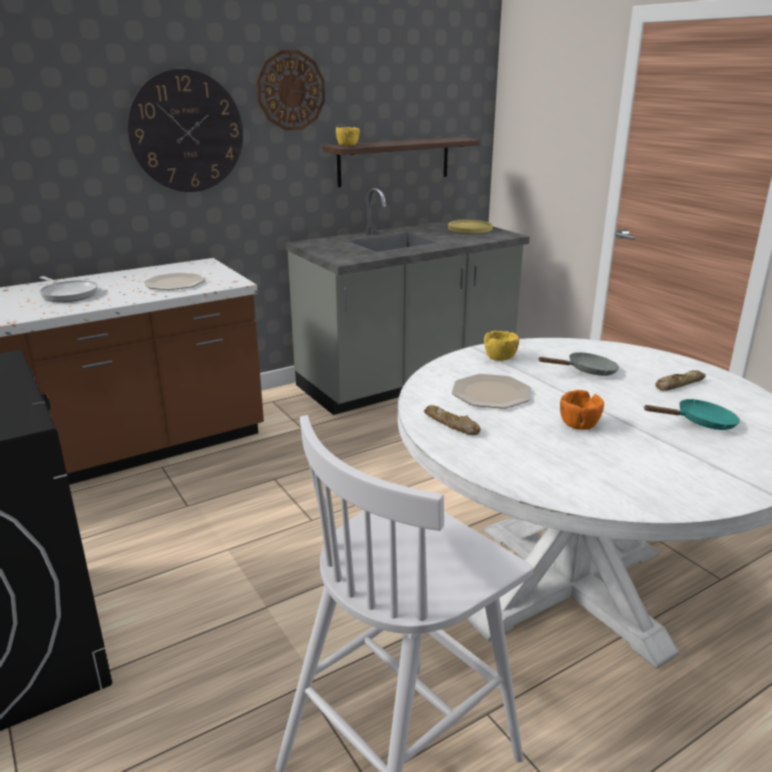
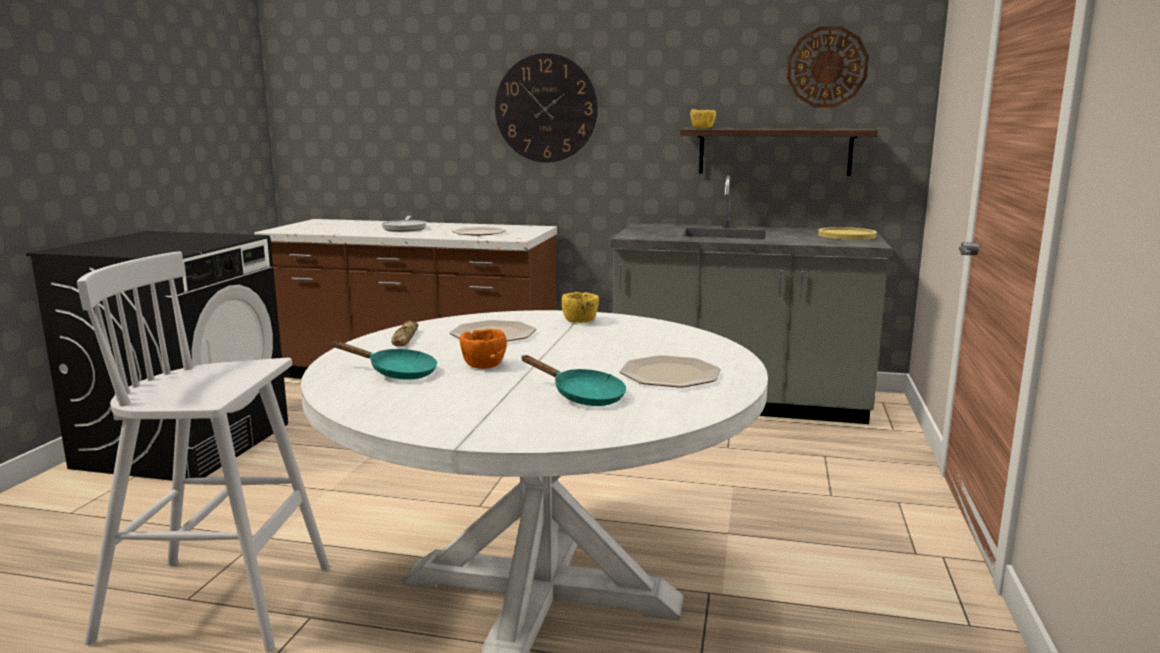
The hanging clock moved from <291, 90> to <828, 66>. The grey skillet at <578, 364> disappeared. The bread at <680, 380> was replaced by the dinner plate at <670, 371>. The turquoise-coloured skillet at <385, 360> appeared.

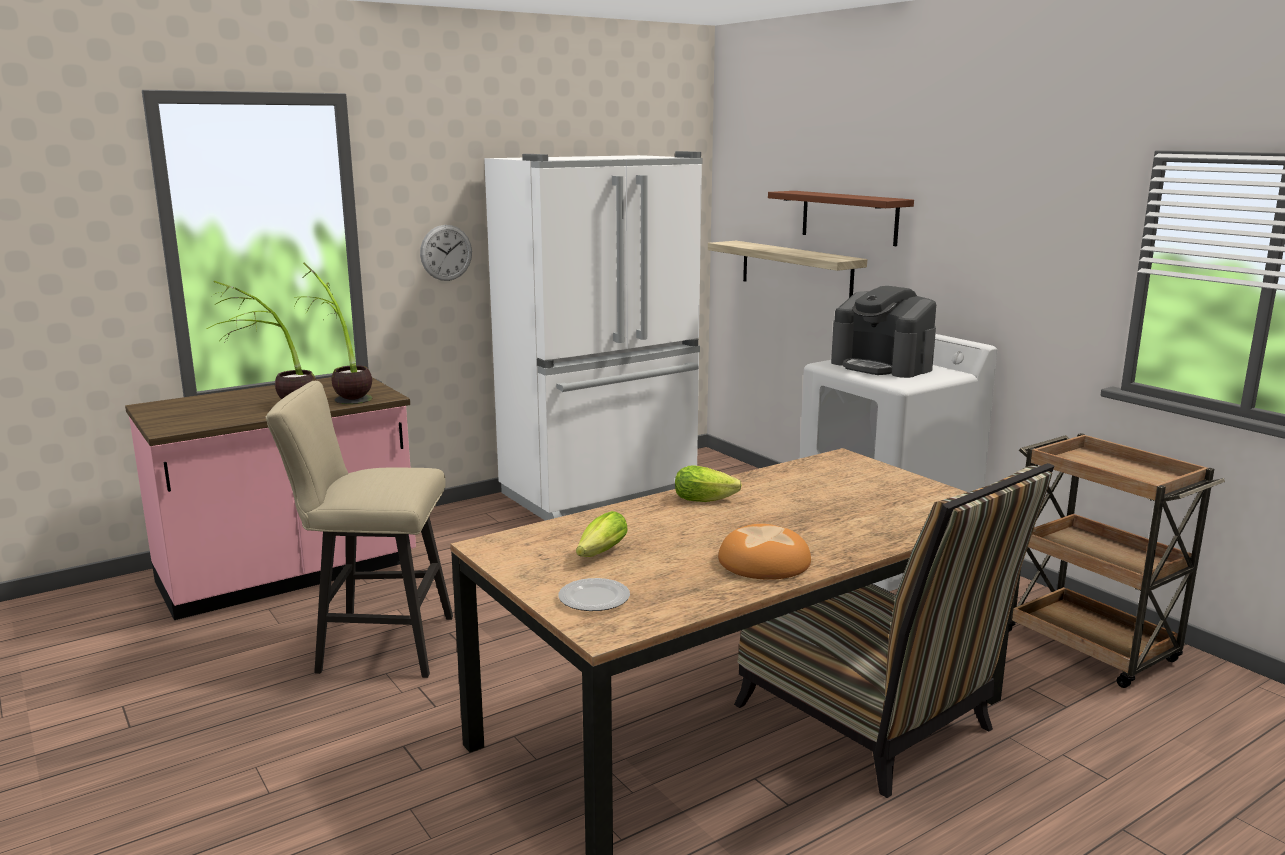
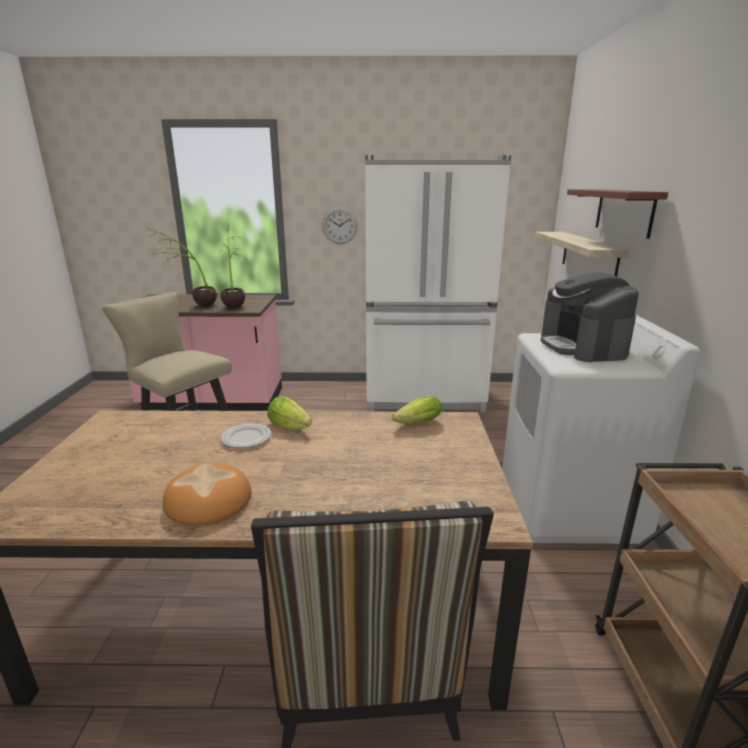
The dinner plate moved from <594, 594> to <246, 436>. The lettuce head moved from <602, 534> to <417, 410>.

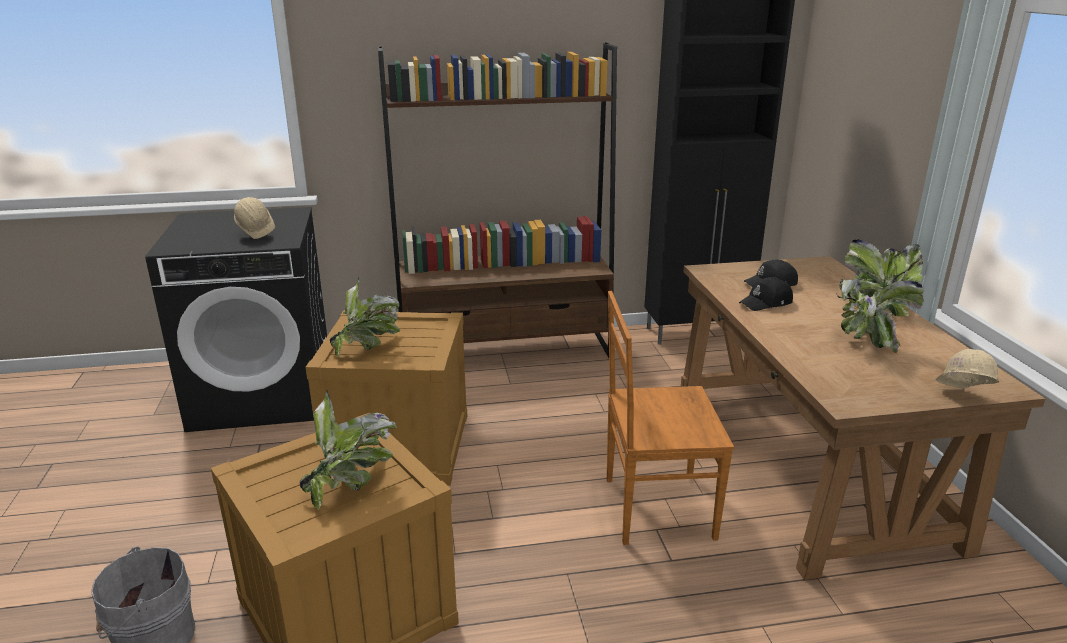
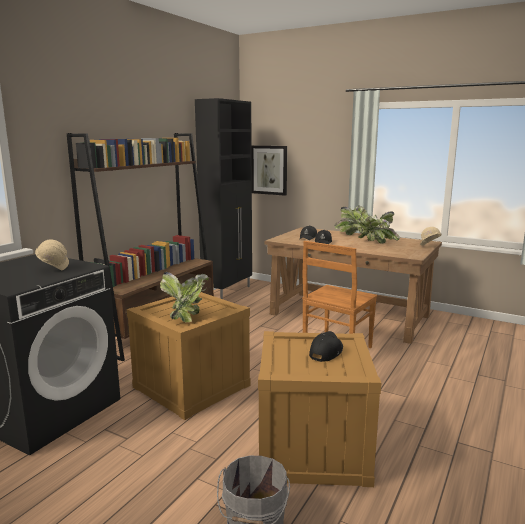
The houseplant at <348, 449> was replaced by the black-coloured baseball cap at <326, 346>. The picture at <269, 171> appeared.

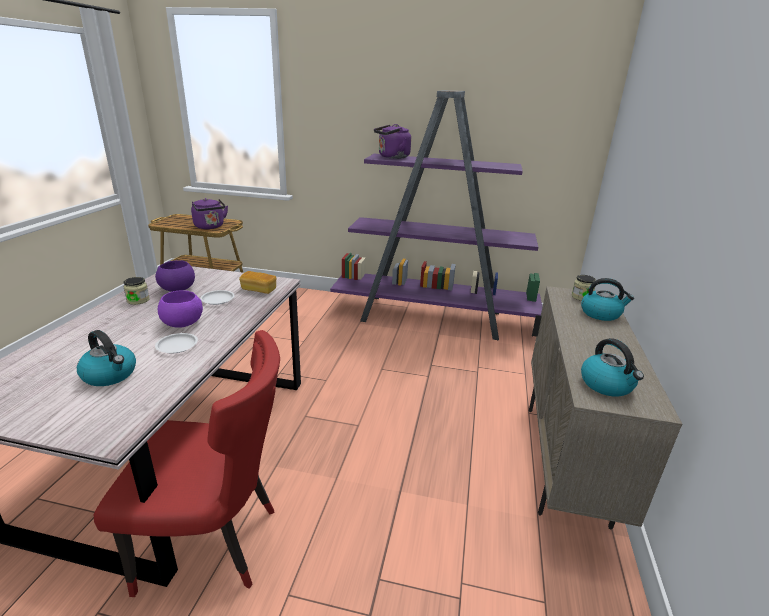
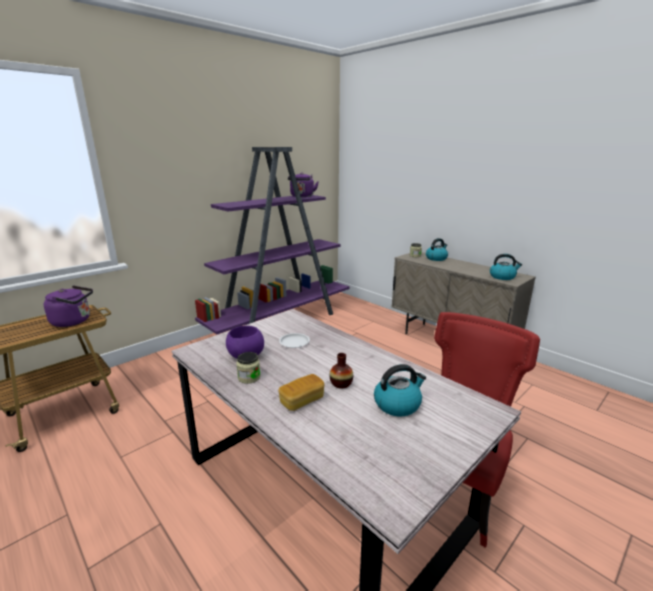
The whitish dinner plate at <176, 343> disappeared. The purple-coloured bowl at <180, 309> disappeared. The bread moved from <257, 282> to <301, 392>. The purple-coloured tea kettle moved from <392, 141> to <303, 184>. The decorative vase at <341, 371> appeared.

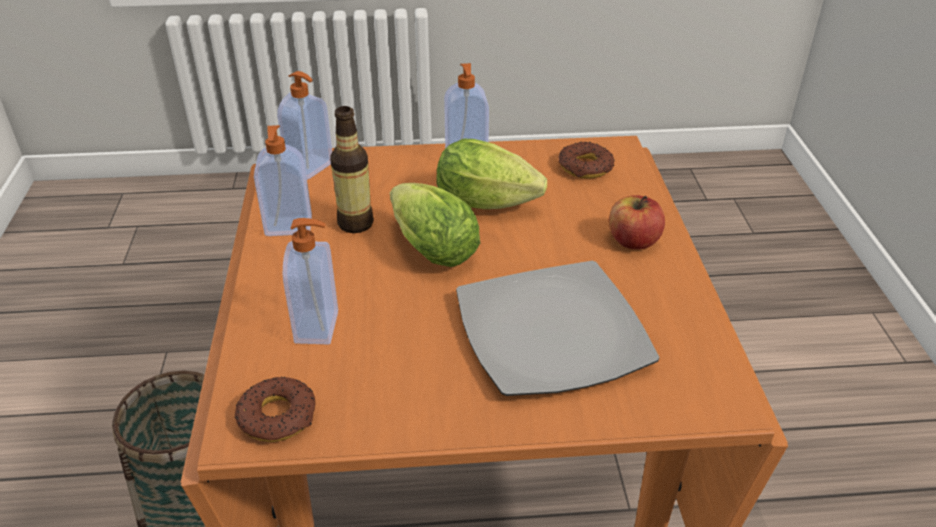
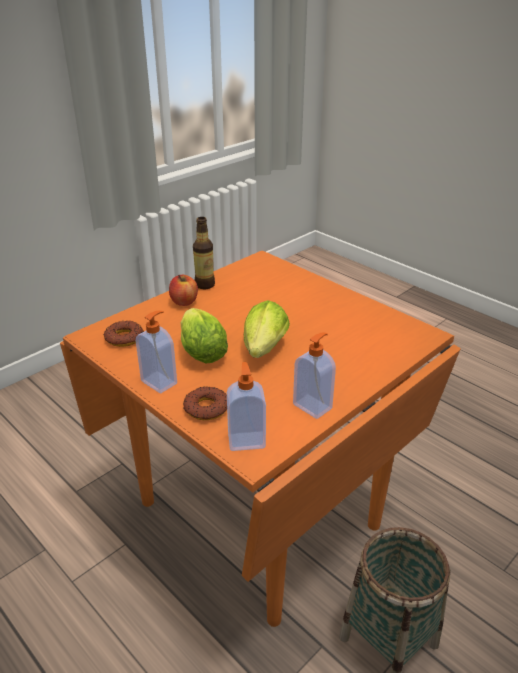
The doughnut moved from <275, 409> to <205, 403>. The soap dispenser at <310, 281> disappeared. The beverage bottle moved from <352, 169> to <204, 253>. The dinner plate at <557, 328> disappeared.

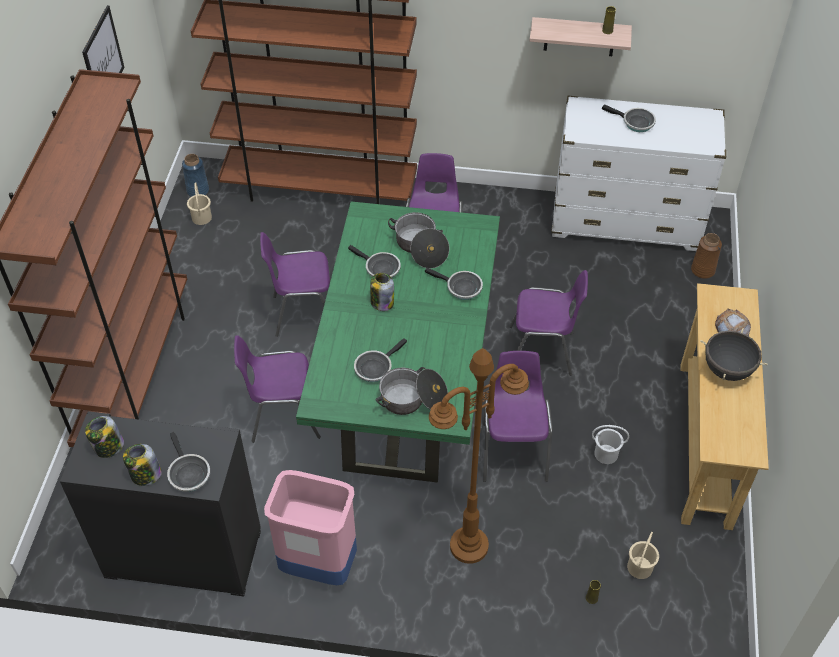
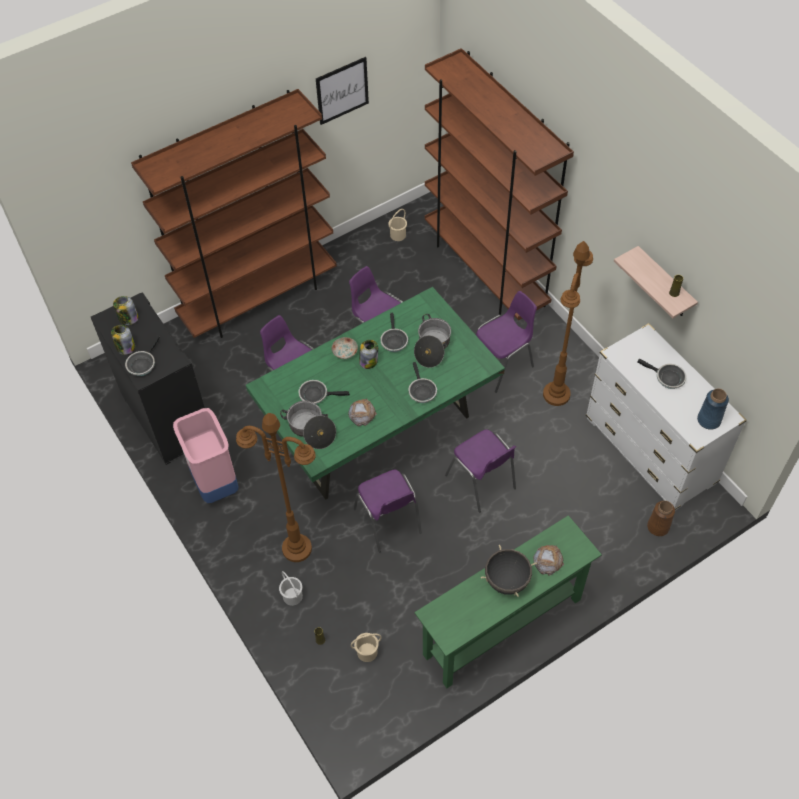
The blue-coloured decorative vase moved from <195, 175> to <713, 409>. The purple-coloured upright chair at <518, 416> turned 105 degrees clockwise. The whitish pail moved from <610, 444> to <291, 588>. The skillet at <629, 118> turned 45 degrees counterclockwise. The beige-coloured narrow table at <724, 406> became the greenish narrow table at <508, 601>. The dinner plate at <345, 348> appeared. The bread at <362, 412> appeared. The brownish standard lamp at <568, 323> appeared.

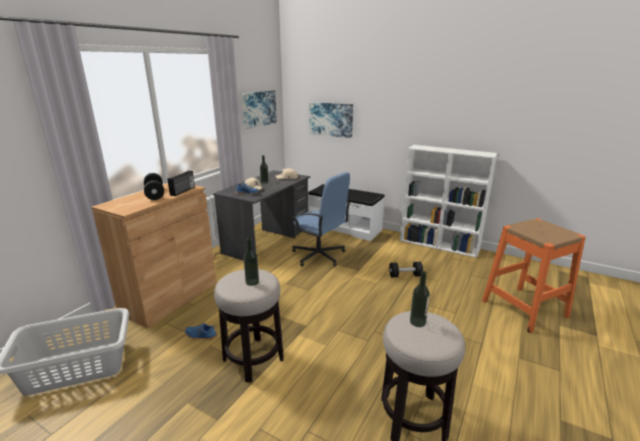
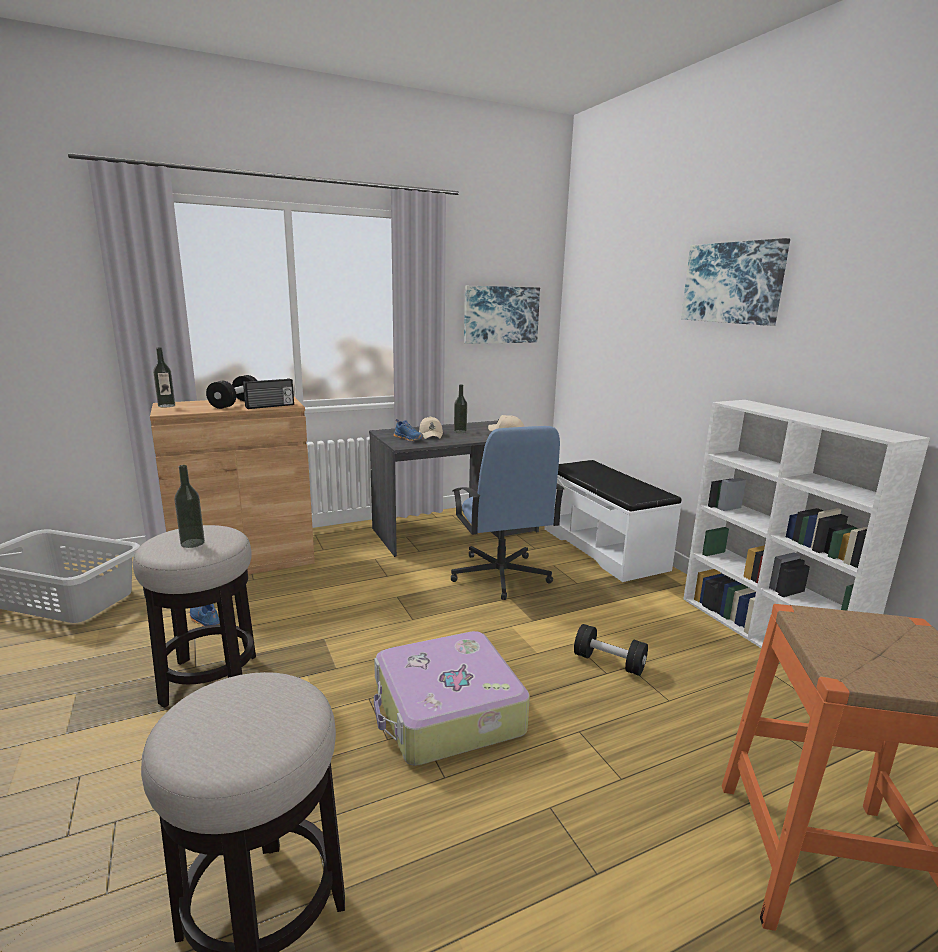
The picture moved from <331, 120> to <735, 282>. The beverage bottle moved from <420, 299> to <164, 377>. The piece of luggage at <452, 698> appeared.

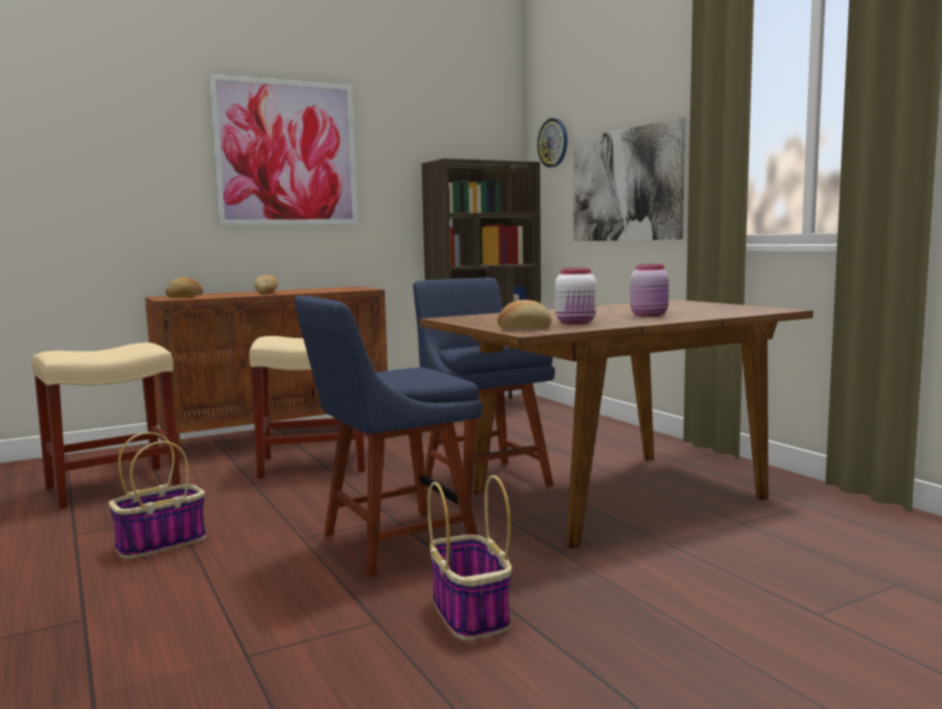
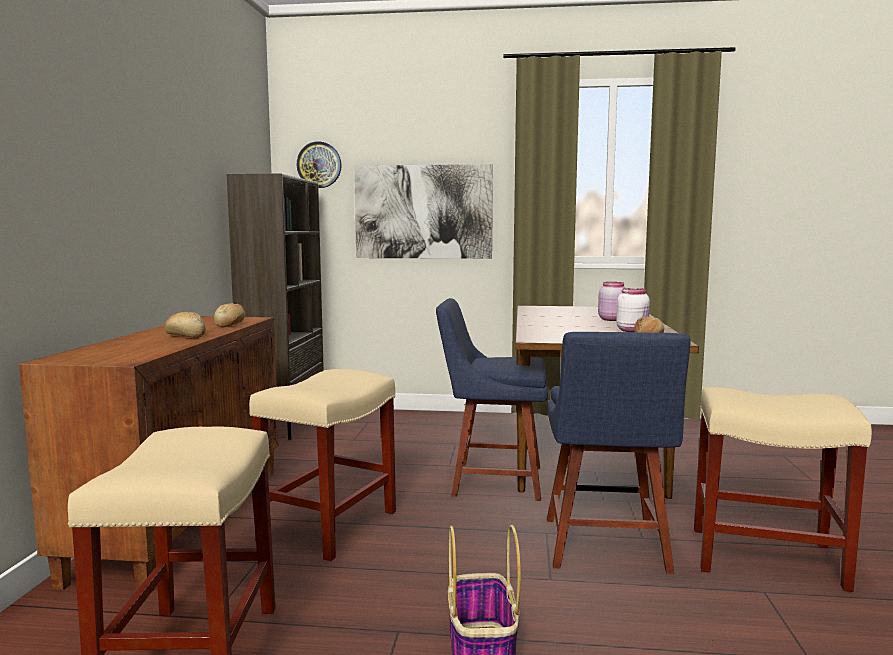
The bread moved from <184, 287> to <229, 315>. The picture at <283, 149> disappeared. The basket at <469, 557> was replaced by the beige-coloured stool seat at <783, 489>.

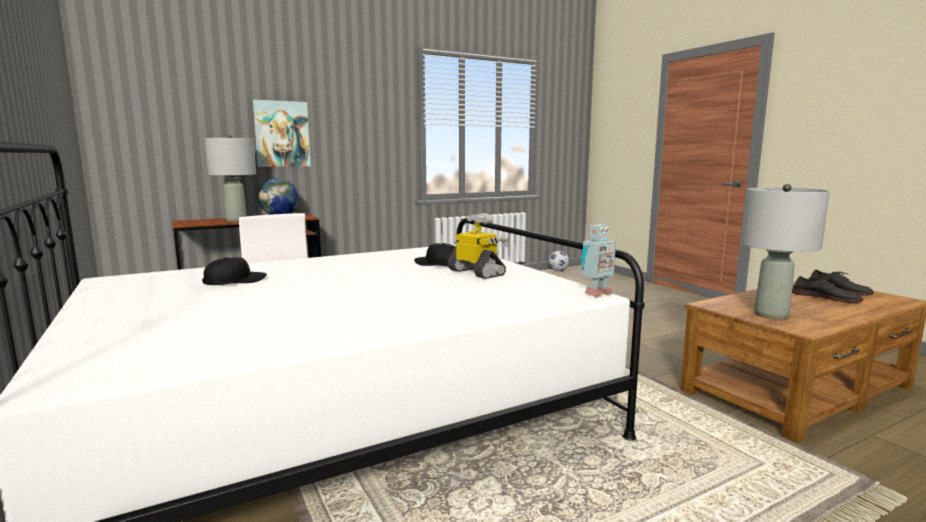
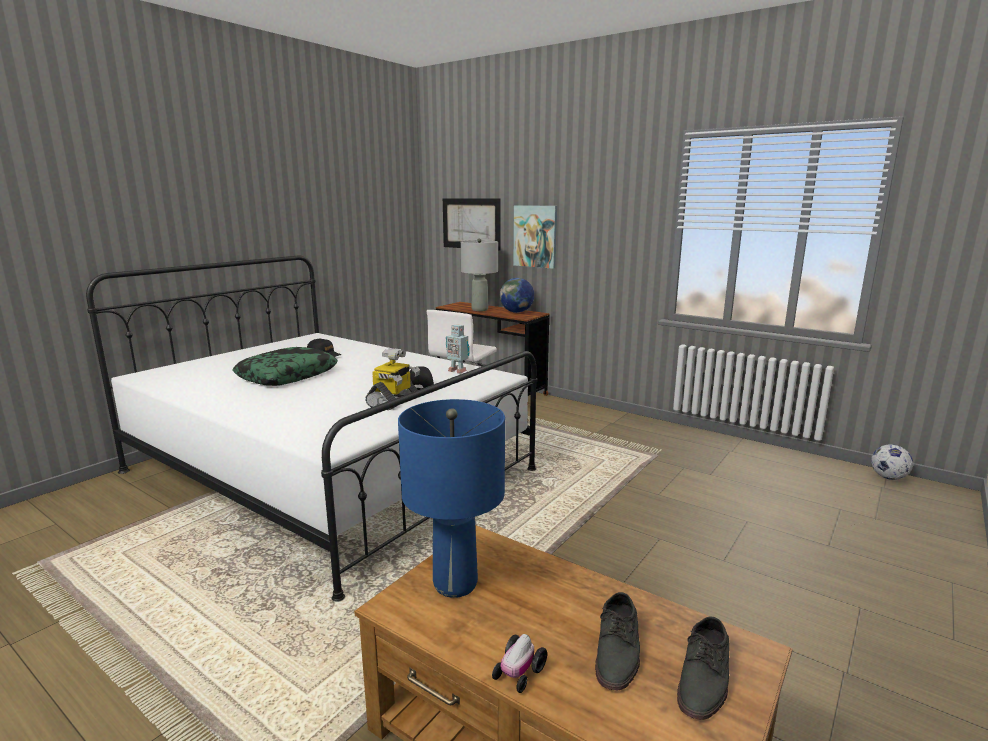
The model robot moved from <598, 260> to <458, 349>. The grey lamp for a table at <785, 251> became the blue-coloured lamp for a table at <451, 498>. The pillow at <285, 366> appeared. The picture at <472, 224> appeared. The toy car at <519, 663> appeared.

